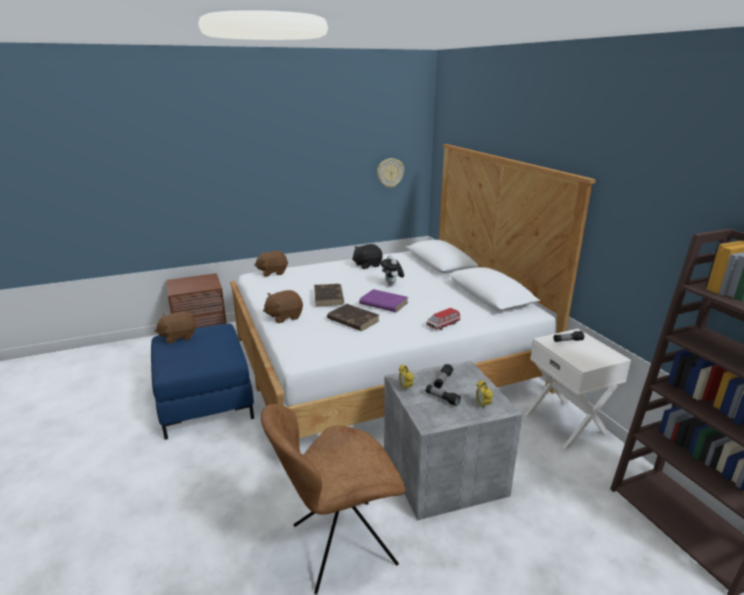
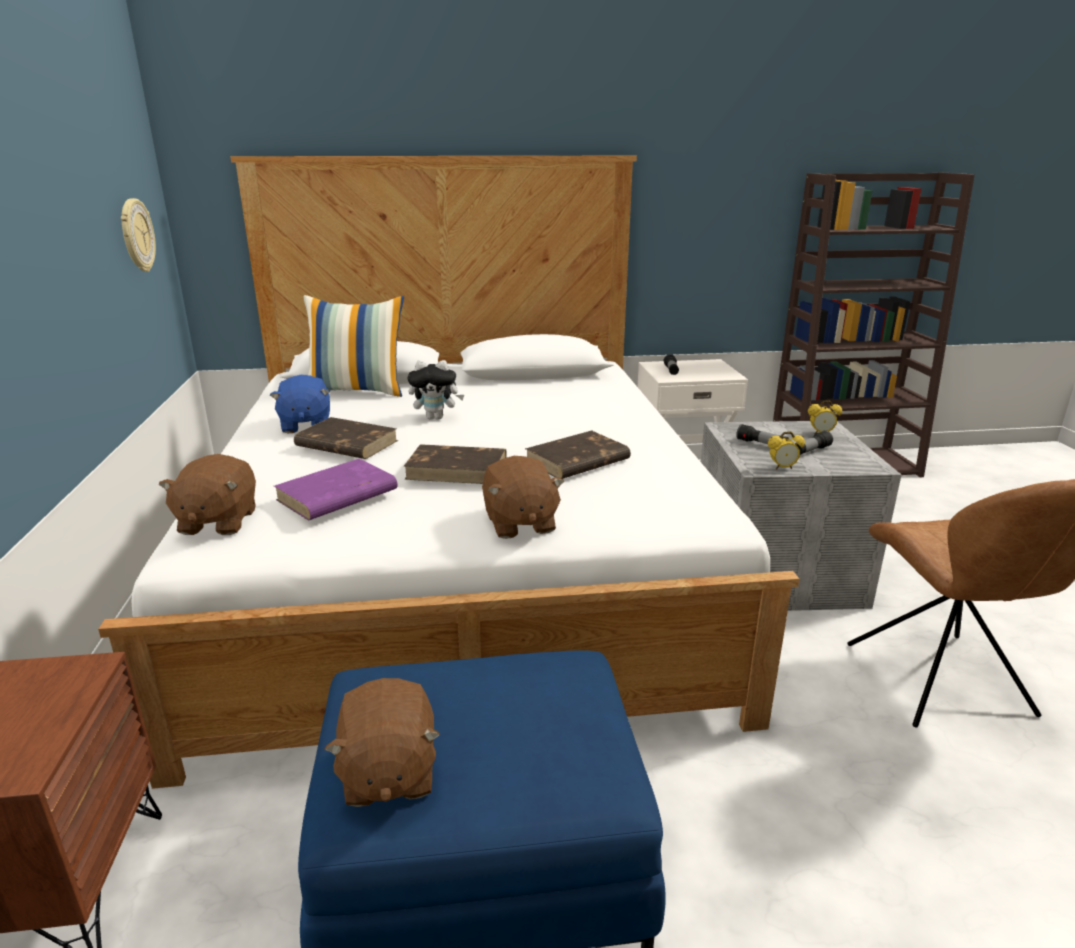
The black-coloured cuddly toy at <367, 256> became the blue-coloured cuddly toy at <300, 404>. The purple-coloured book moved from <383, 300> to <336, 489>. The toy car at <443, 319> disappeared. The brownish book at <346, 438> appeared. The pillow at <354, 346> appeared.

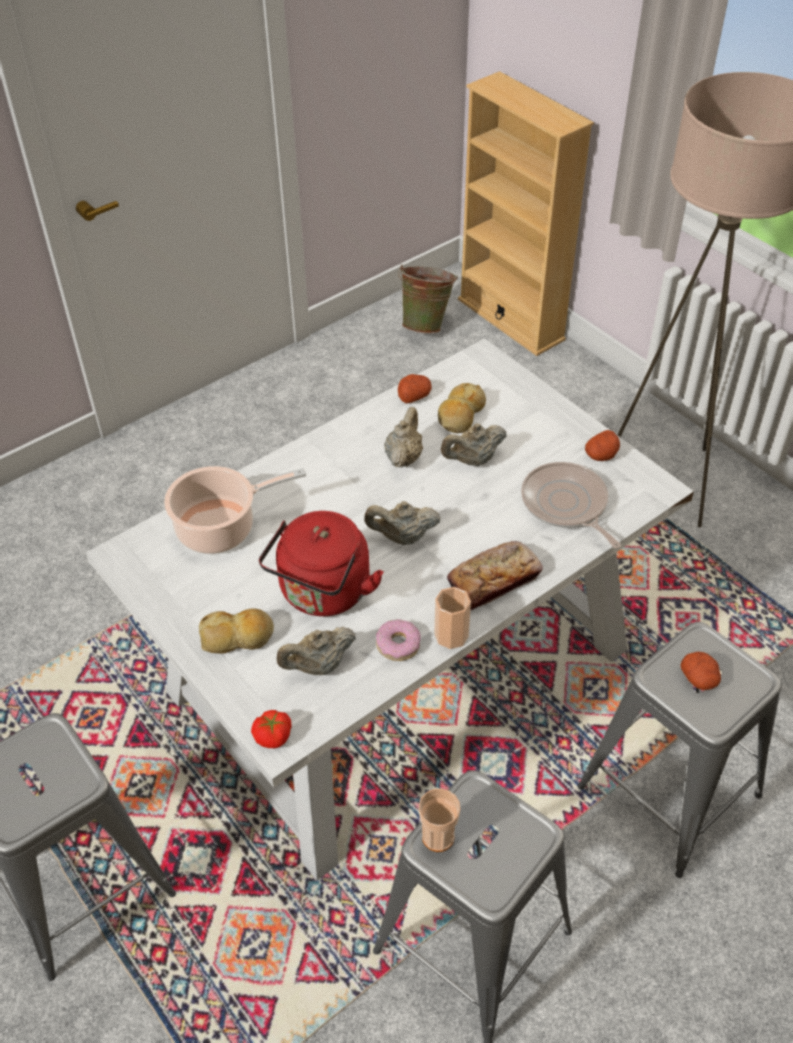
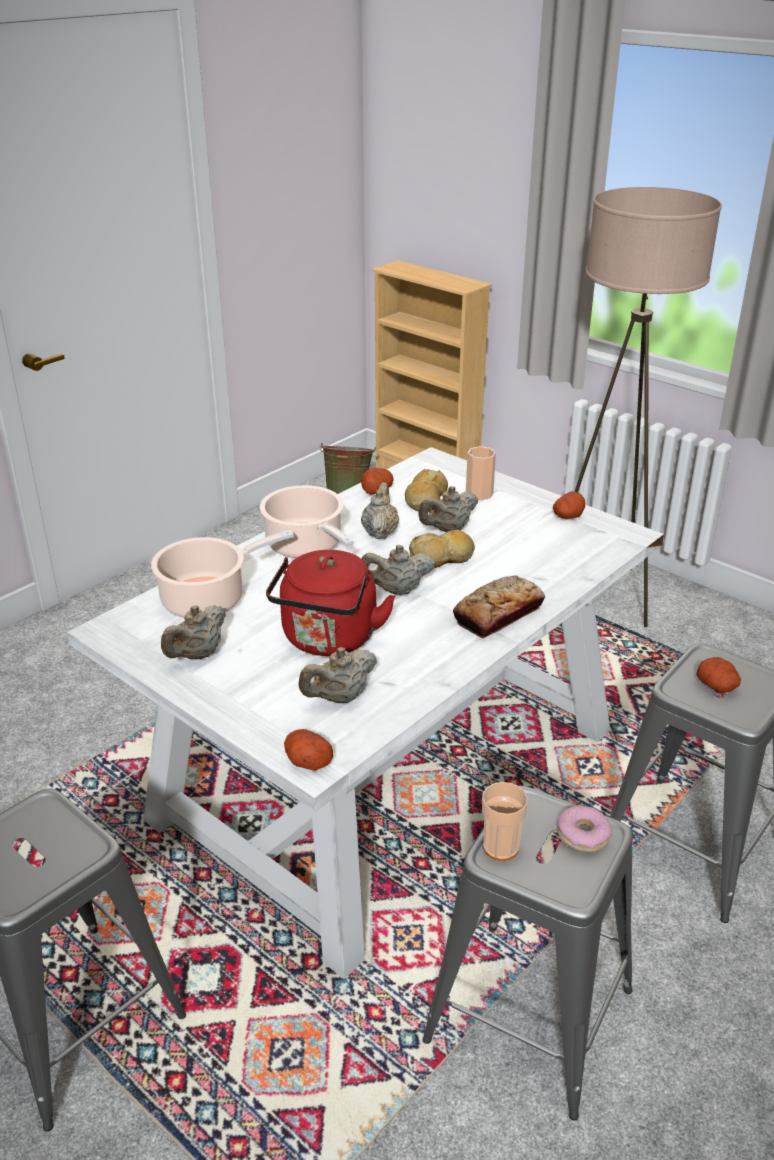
The bread moved from <236, 631> to <442, 549>. The whole tomato at <271, 729> was replaced by the potato at <308, 750>. The doughnut moved from <398, 640> to <584, 828>. The drinking cup moved from <452, 618> to <481, 473>. The skillet at <571, 505> disappeared. The beige-coloured teapot at <193, 632> appeared. The cooking pot at <307, 521> appeared.

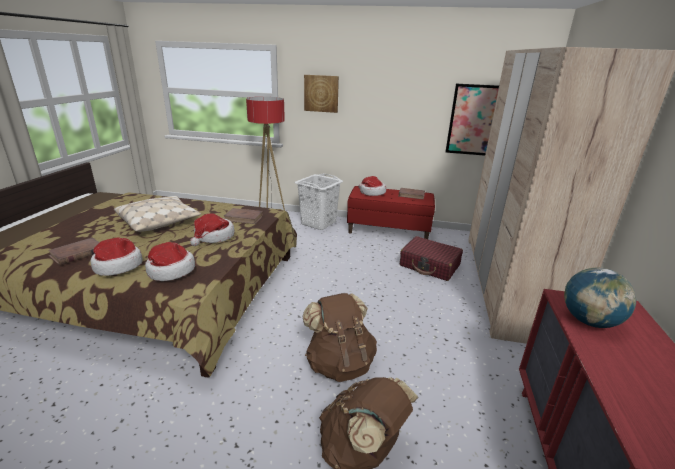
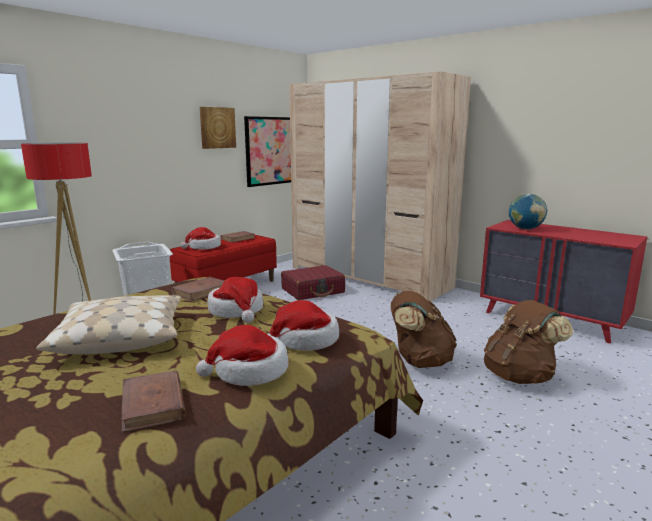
The picture moved from <321, 94> to <218, 128>.

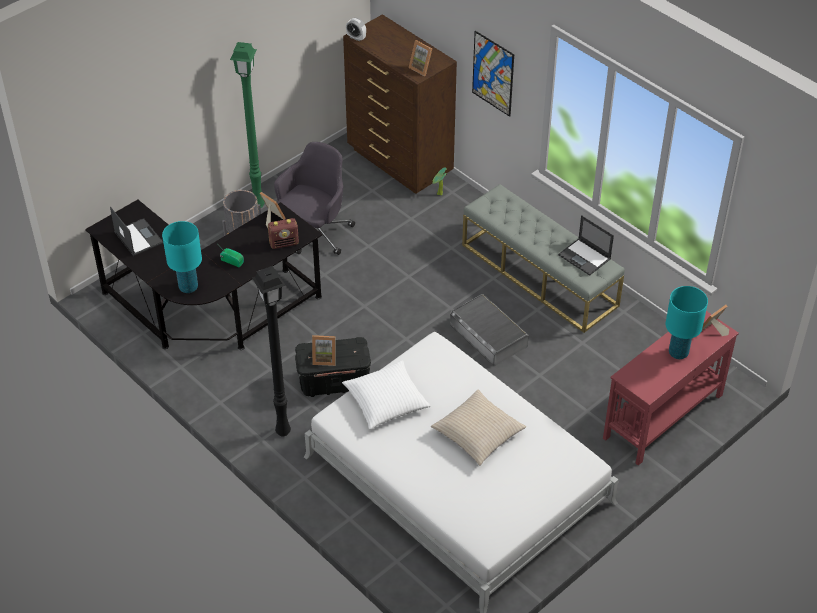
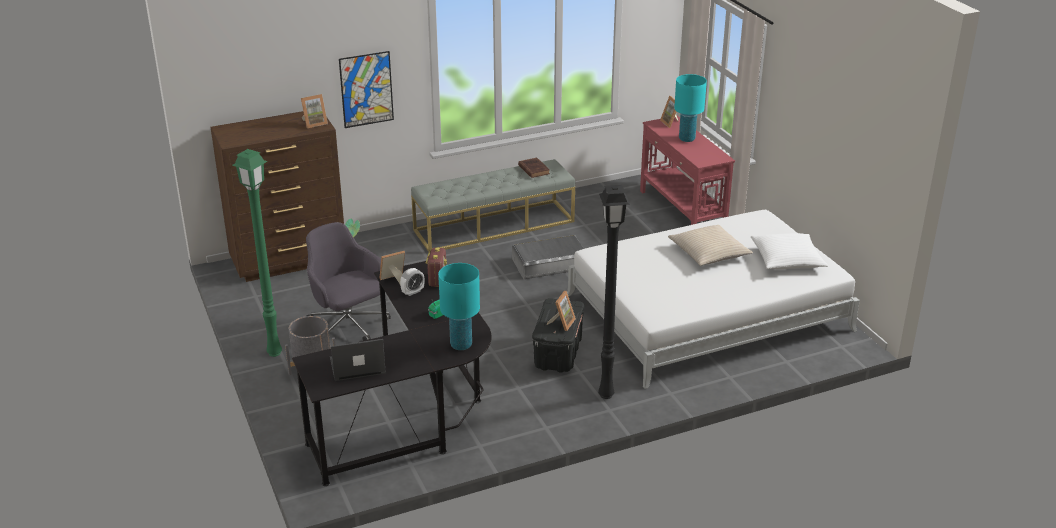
The whitish pillow moved from <386, 395> to <789, 251>. The table clock moved from <356, 29> to <412, 282>. The laptop at <586, 245> was replaced by the brownish book at <534, 168>.

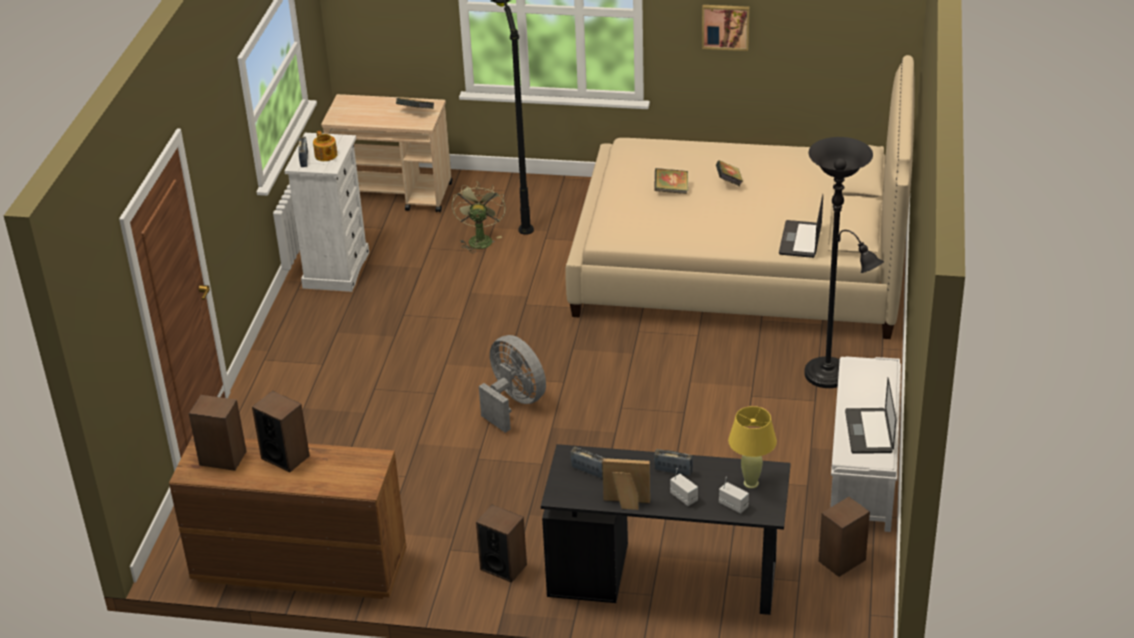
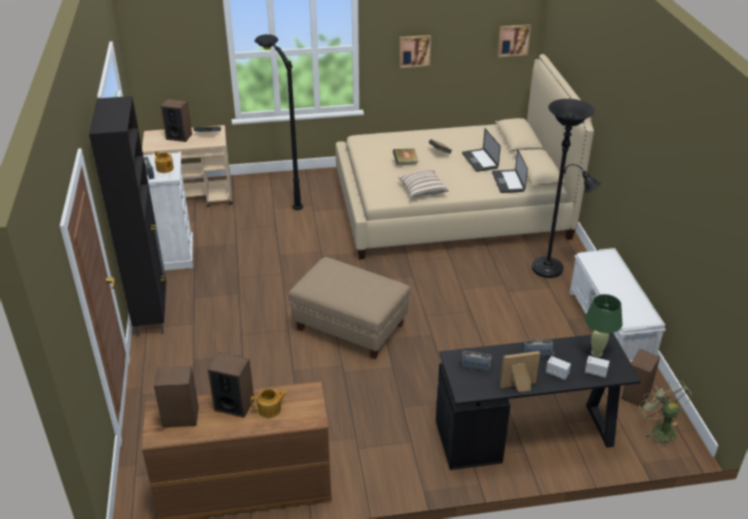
The greenish fan moved from <479, 217> to <665, 414>. The loudspeaker moved from <501, 544> to <176, 120>. The grey fan at <512, 384> was replaced by the beige-coloured footrest at <349, 308>. The yellow-coloured lamp for a table at <752, 447> became the greenish lamp for a table at <604, 325>. The laptop moved from <870, 416> to <481, 150>. The black-coloured cabinet at <127, 216> appeared. The teapot at <269, 403> appeared. The pillow at <423, 183> appeared. The picture at <514, 40> appeared.

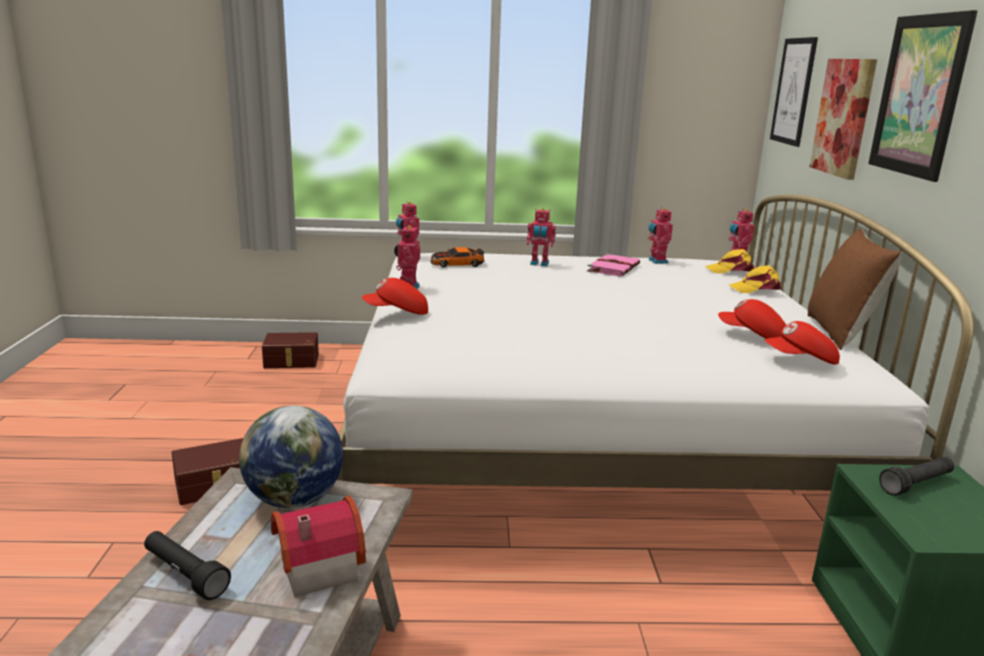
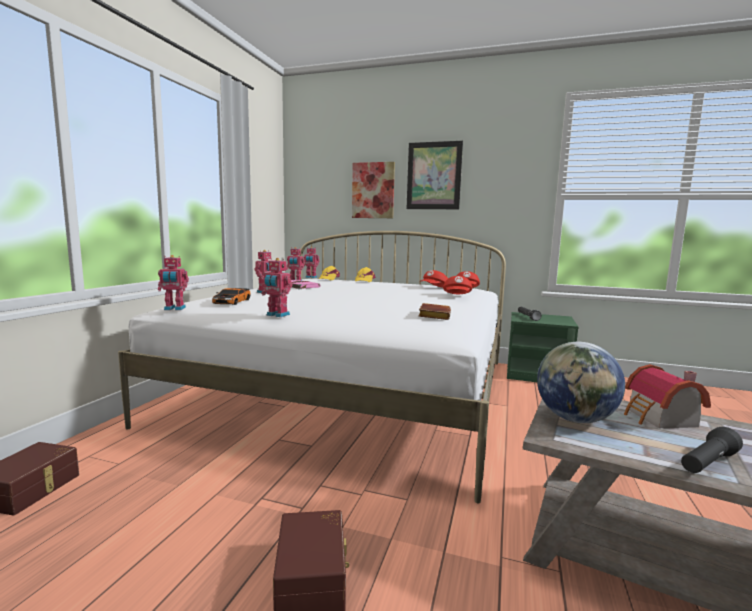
The reddish baseball cap moved from <395, 296> to <457, 285>. The picture at <794, 92> disappeared. The brownish pillow at <855, 289> disappeared. The brownish book at <435, 311> appeared.

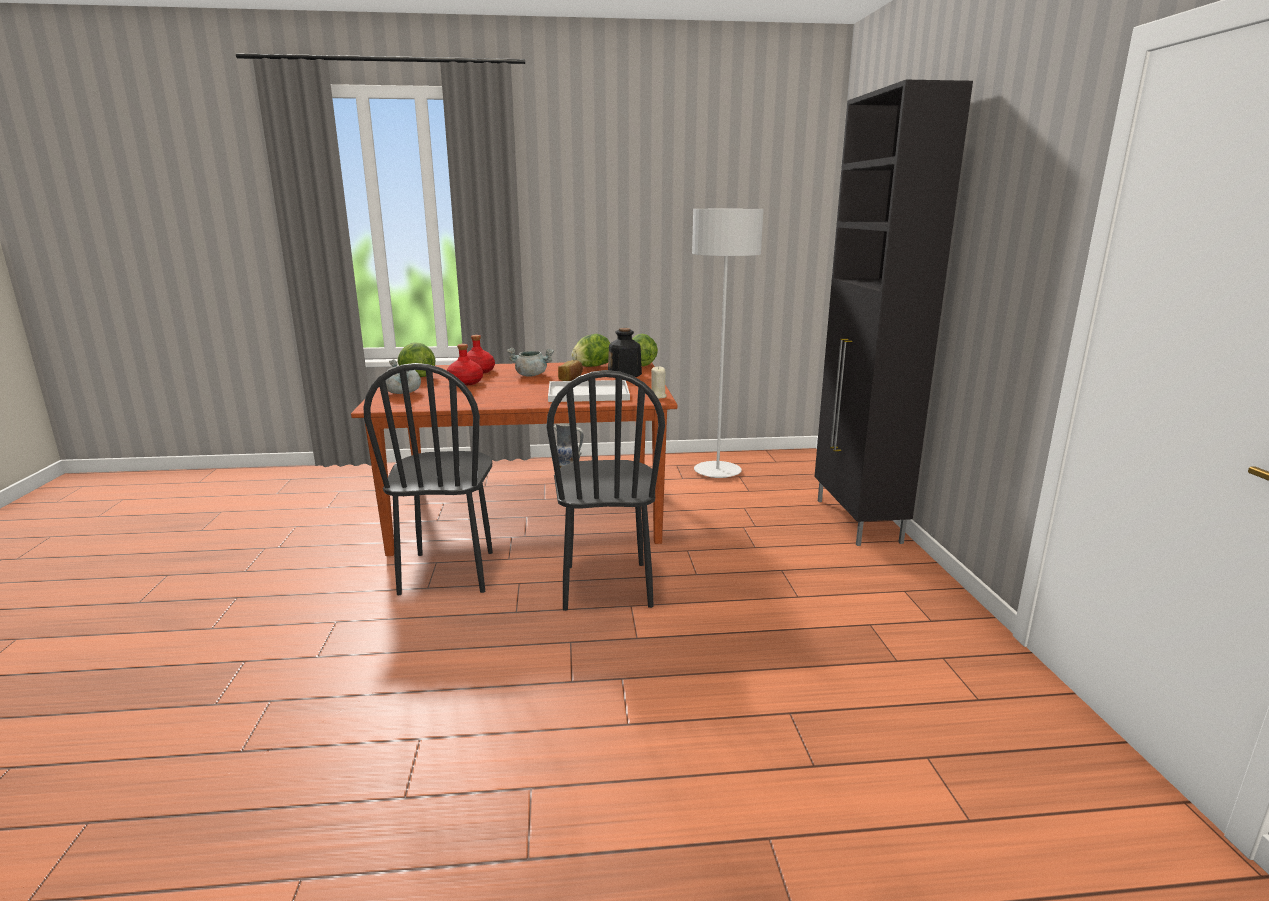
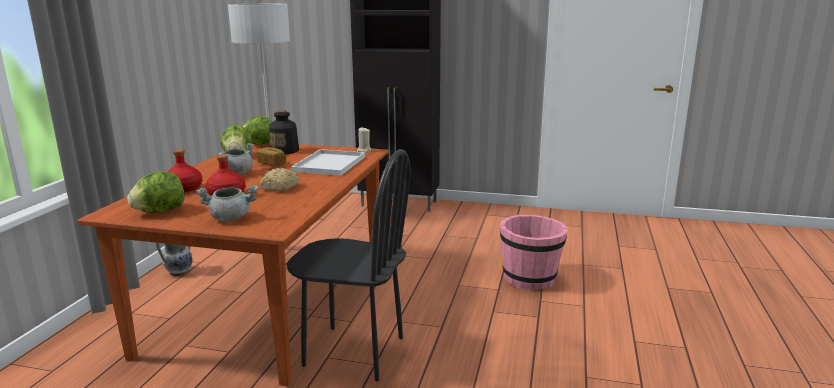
The black-coloured upright chair at <605, 490> disappeared. The bread at <280, 180> appeared. The pink-coloured pail at <534, 252> appeared.

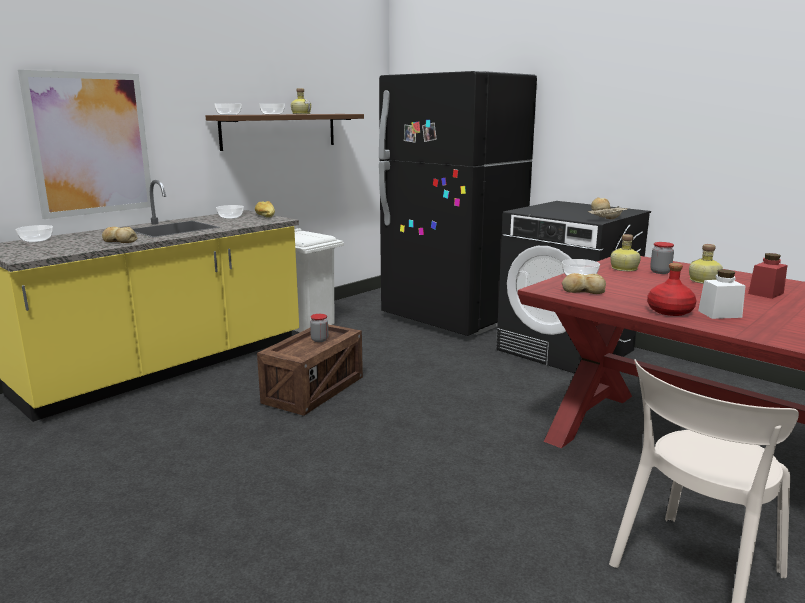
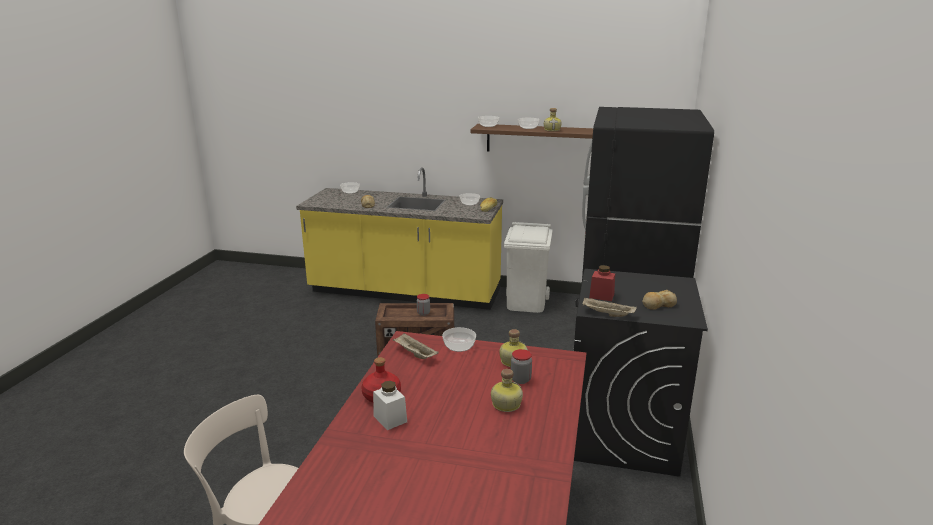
The picture at <84, 144> disappeared. The bread at <584, 283> was replaced by the beige-coloured serving tray at <416, 346>. The reddish jar moved from <768, 276> to <602, 283>.

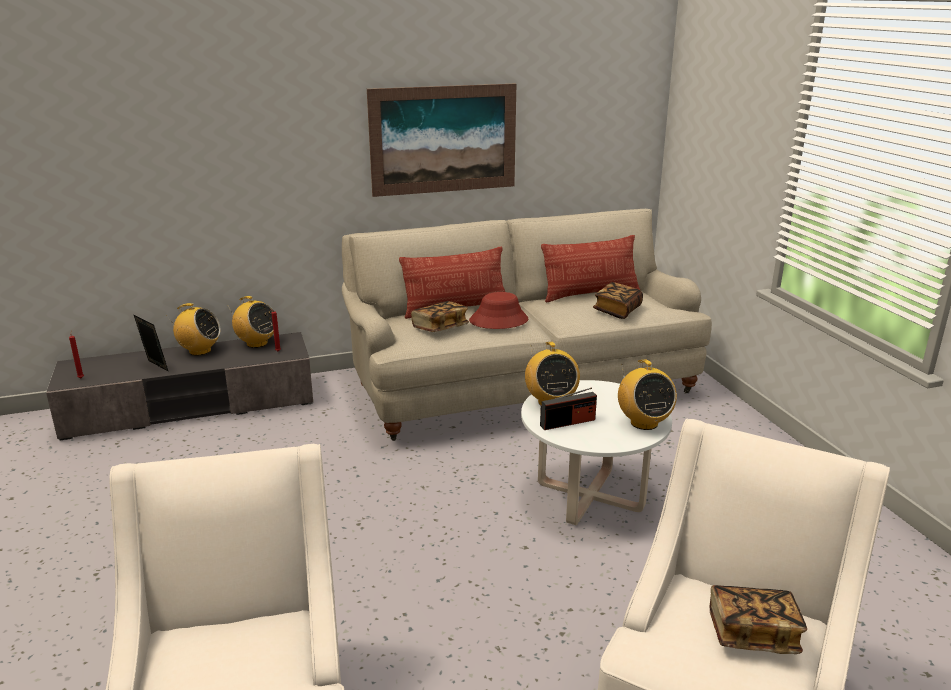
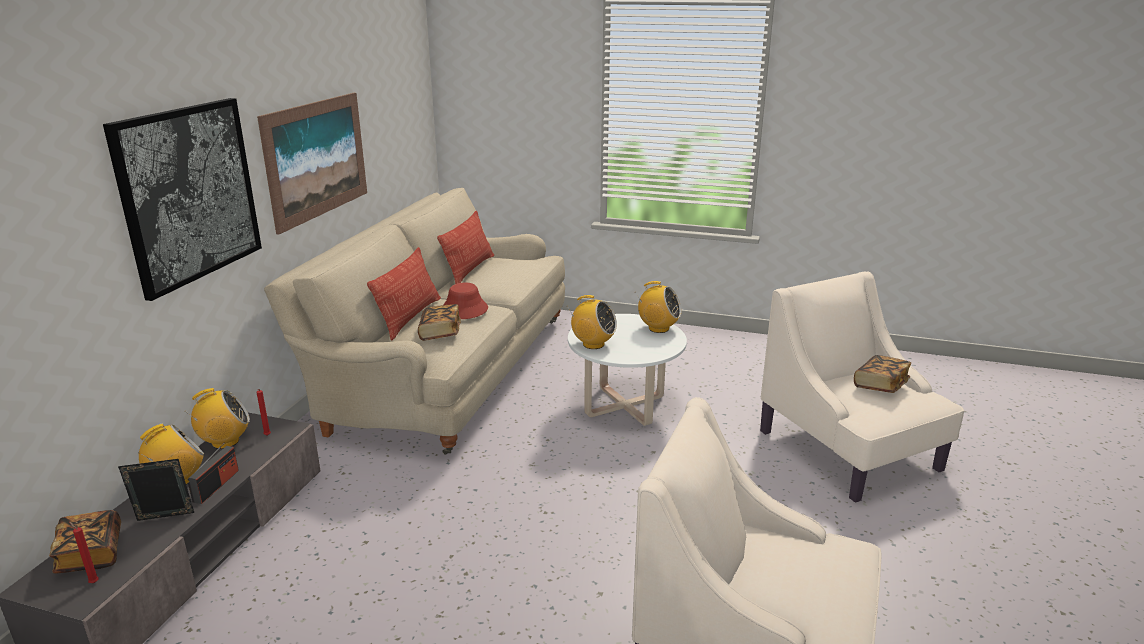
The radio receiver moved from <568, 408> to <213, 473>. The book moved from <618, 300> to <85, 542>. The picture at <182, 199> appeared.

